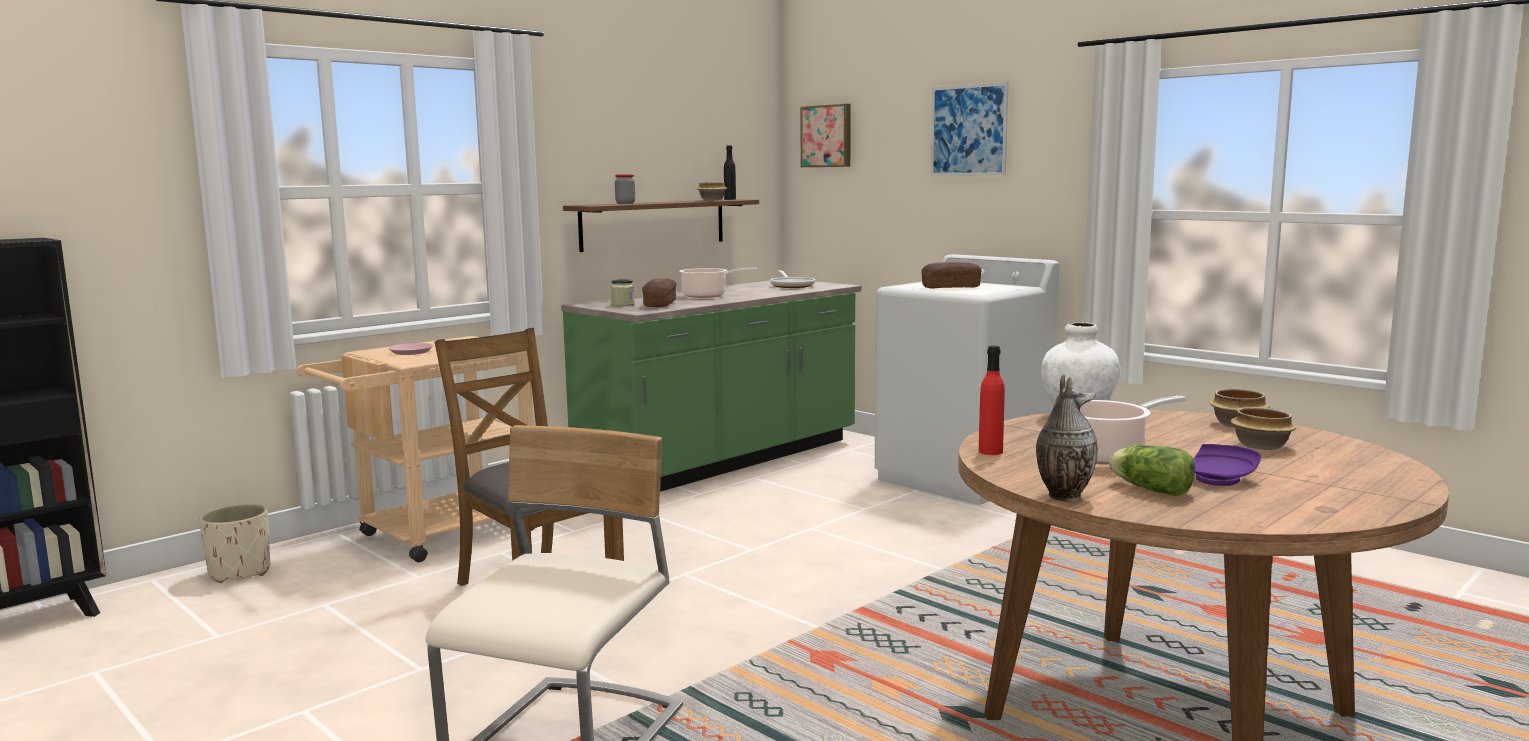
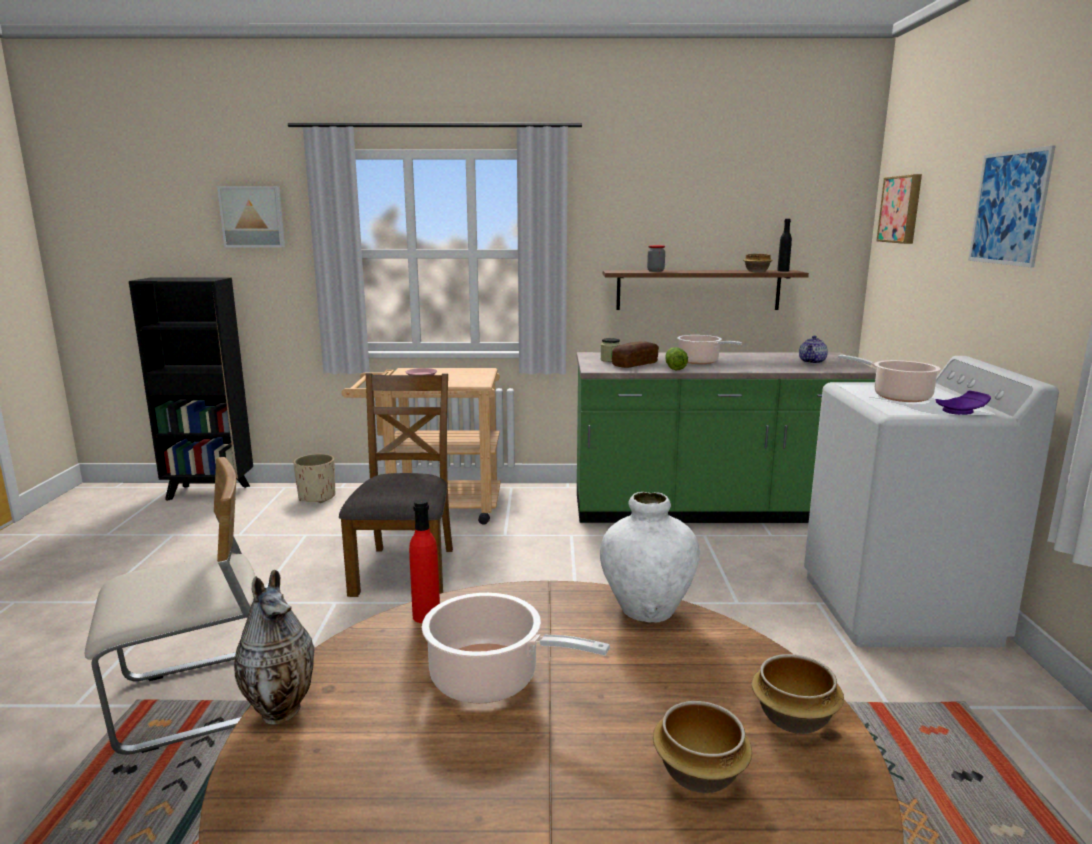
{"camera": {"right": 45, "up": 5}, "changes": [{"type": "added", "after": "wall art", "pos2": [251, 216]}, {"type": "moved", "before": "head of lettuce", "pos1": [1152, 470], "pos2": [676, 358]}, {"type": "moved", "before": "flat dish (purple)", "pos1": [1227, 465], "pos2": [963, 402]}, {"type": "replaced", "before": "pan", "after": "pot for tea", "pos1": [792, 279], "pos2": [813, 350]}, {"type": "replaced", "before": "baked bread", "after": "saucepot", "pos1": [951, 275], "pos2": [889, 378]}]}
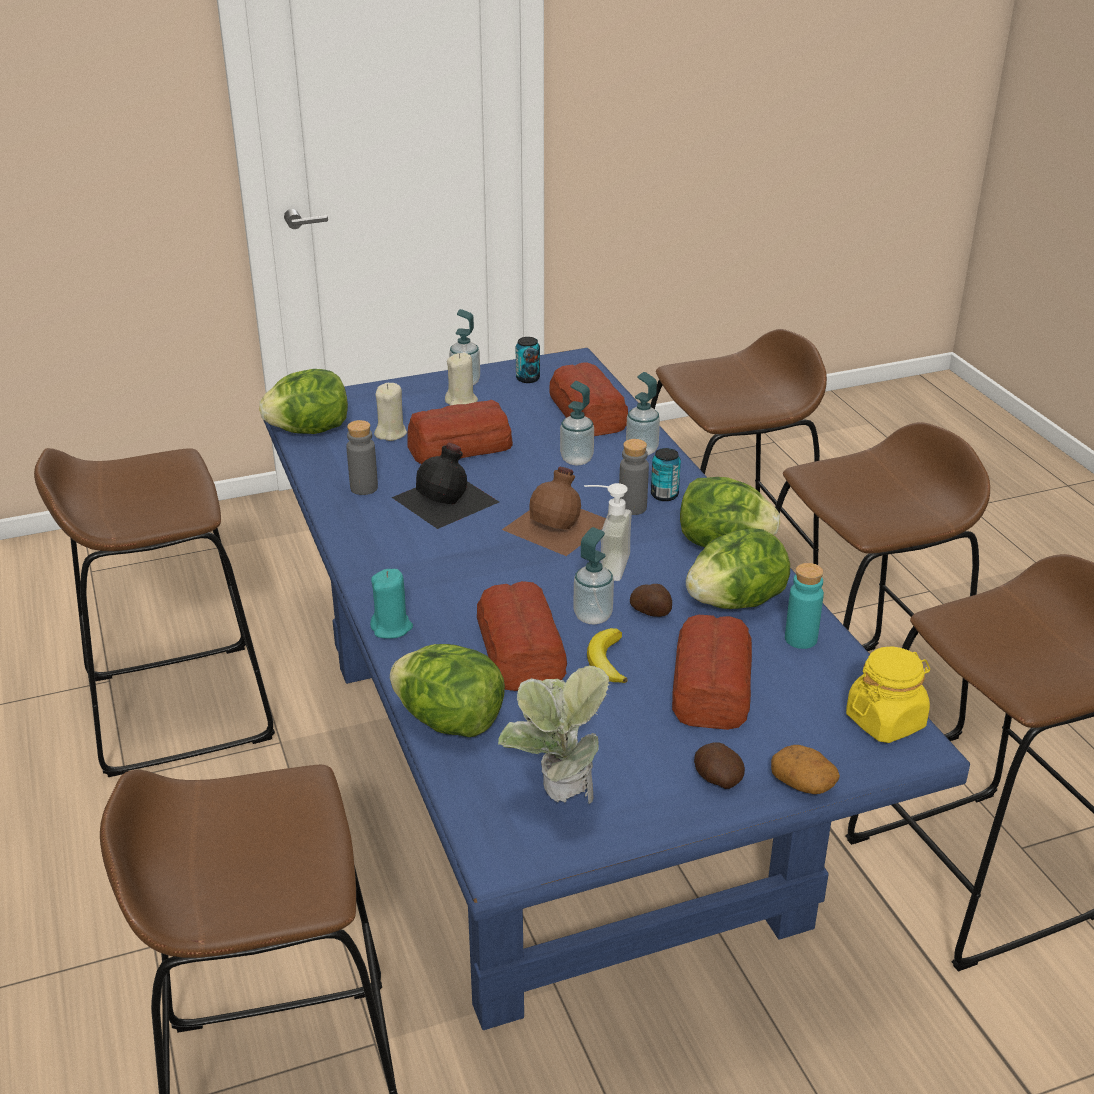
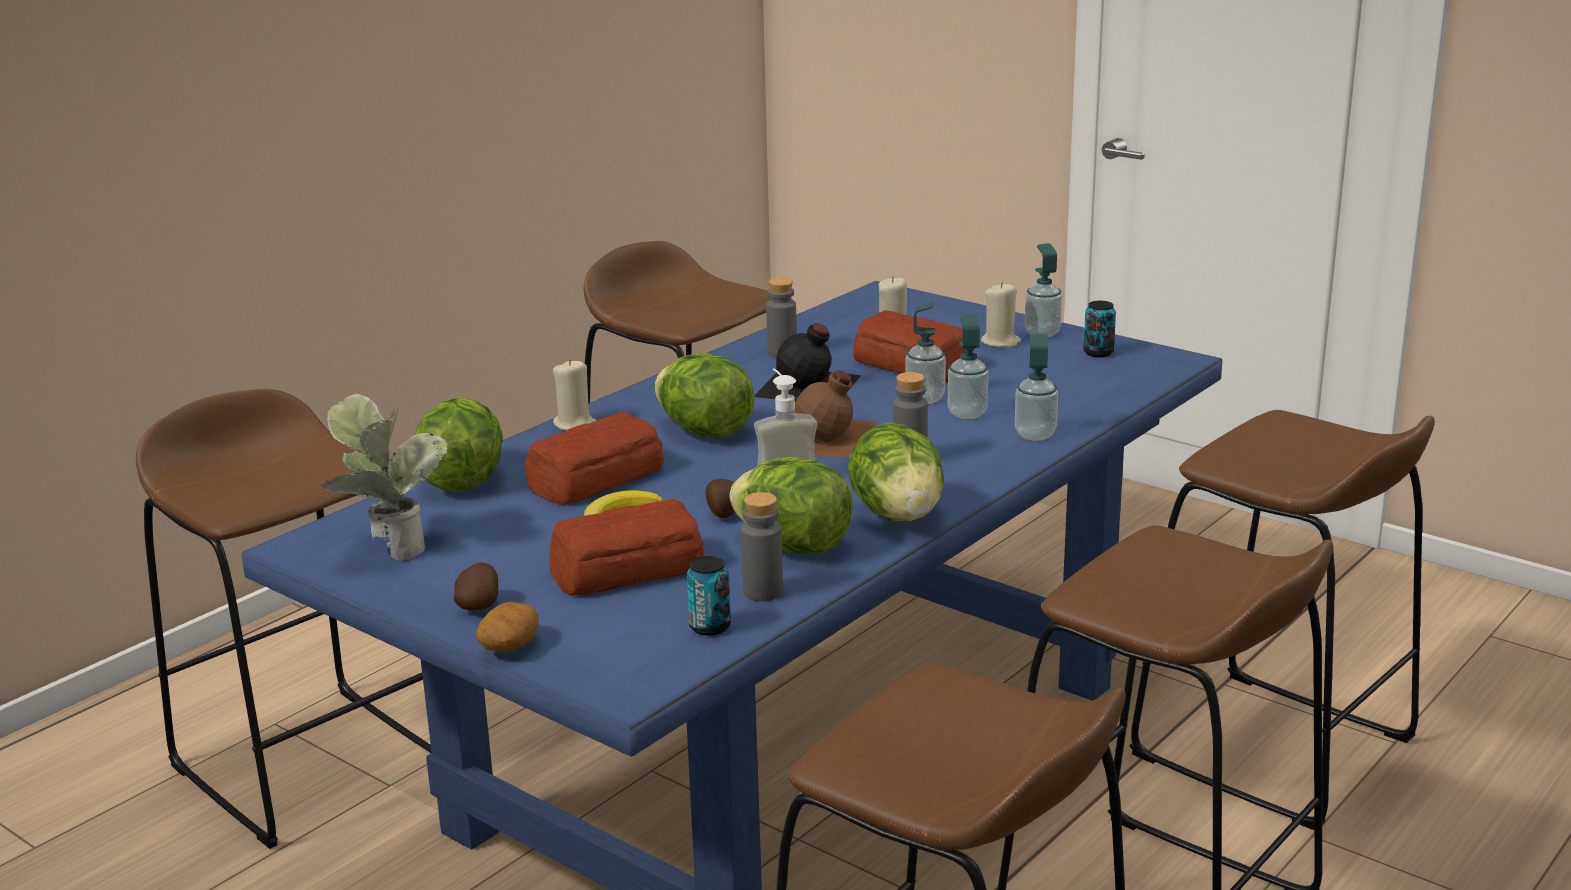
{"camera": {"right": 60, "up": -10}, "changes": [{"type": "removed", "before": "baked bread", "pos1": [588, 399]}, {"type": "removed", "before": "jar (yellowish)", "pos1": [888, 695]}, {"type": "moved", "before": "head of lettuce", "pos1": [303, 401], "pos2": [705, 395]}, {"type": "moved", "before": "liquid soap bottle", "pos1": [593, 576], "pos2": [926, 353]}, {"type": "moved", "before": "metal can", "pos1": [666, 474], "pos2": [709, 595]}, {"type": "recoloured", "before": "wax candle (blue-green)", "after": "wax candle (beige)", "pos1": [391, 604], "pos2": [575, 395]}, {"type": "recoloured", "before": "beverage bottle (blue-green)", "after": "beverage bottle (gray)", "pos1": [804, 606], "pos2": [762, 546]}]}
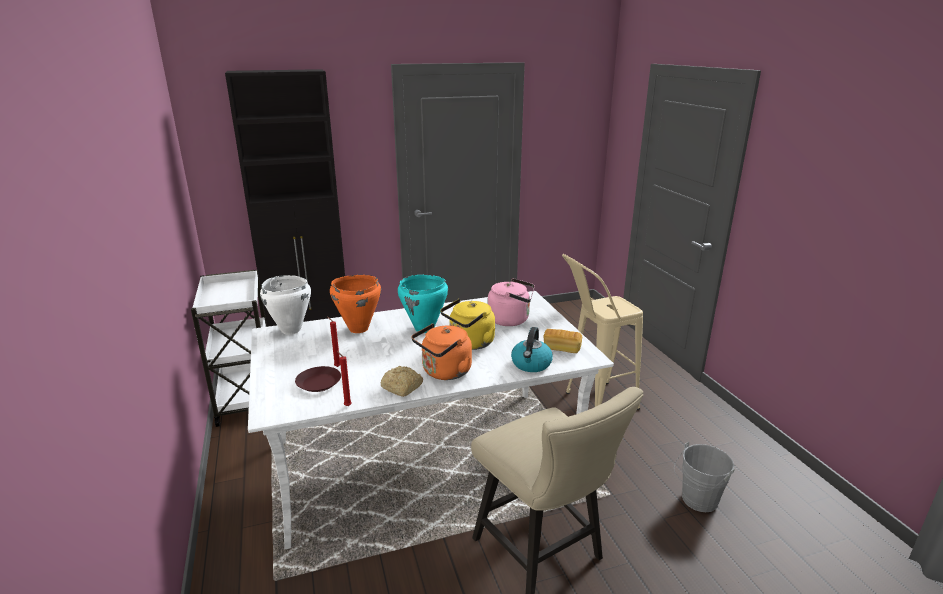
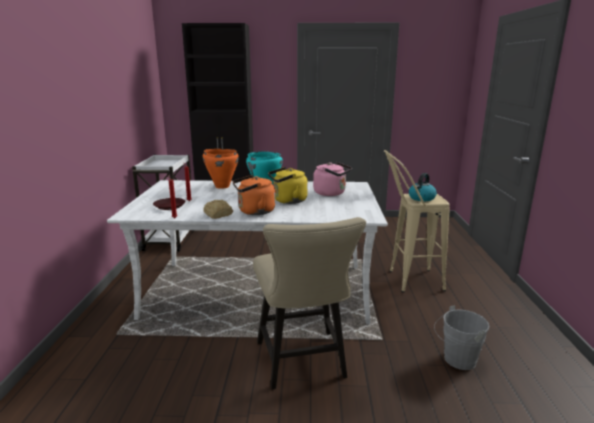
{"camera": {"right": 20, "up": -5}, "changes": [{"type": "removed", "before": "saucepot (white)", "pos1": [285, 305]}, {"type": "removed", "before": "baked bread", "pos1": [562, 341]}, {"type": "moved", "before": "tea kettle", "pos1": [532, 349], "pos2": [423, 187]}]}
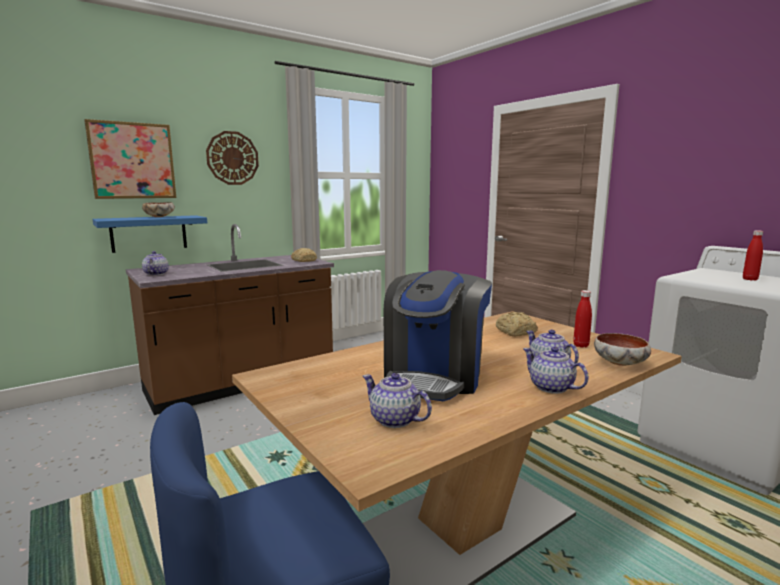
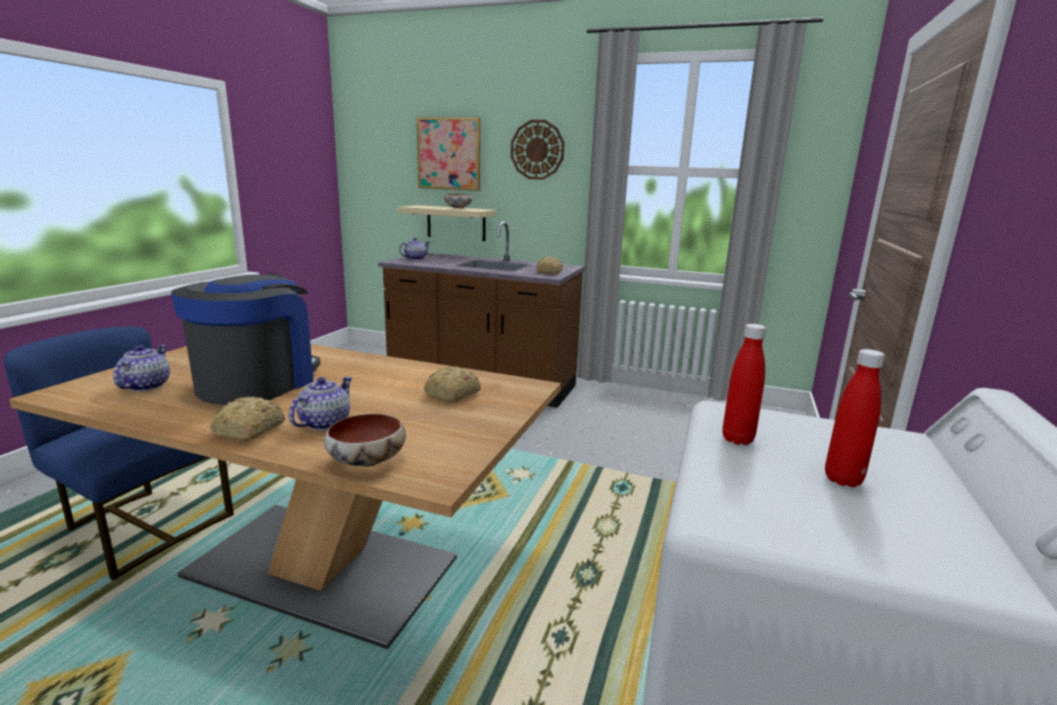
{"camera": {"right": 55, "up": 5}, "changes": [{"type": "moved", "before": "beverage bottle (red)", "pos1": [582, 319], "pos2": [744, 384]}, {"type": "replaced", "before": "pot for tea", "after": "baked bread", "pos1": [556, 370], "pos2": [247, 419]}, {"type": "recoloured", "before": "shelf (bluish)", "after": "shelf (beige)", "pos1": [150, 234], "pos2": [446, 223]}, {"type": "turned", "before": "coffee machine", "pos1": [437, 335], "pos2": [245, 339], "turn": 120}]}
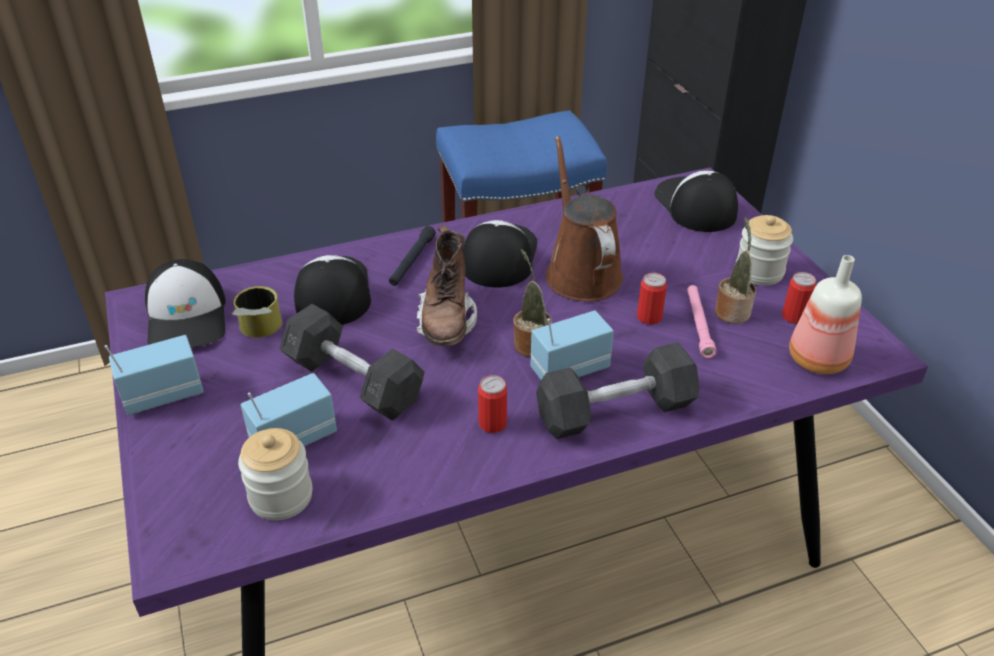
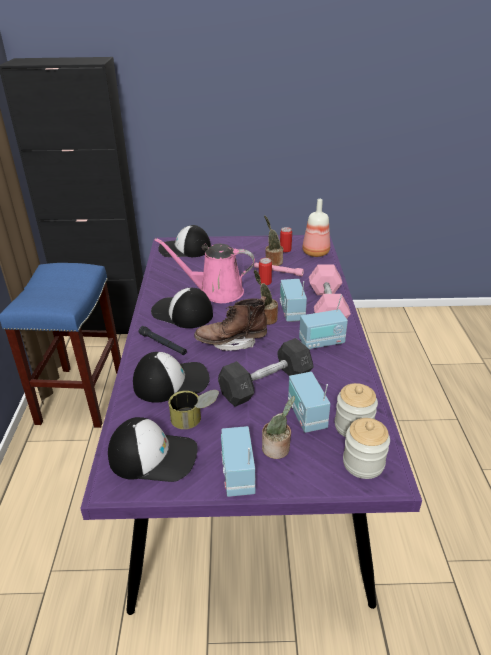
{"camera": {"right": -70, "up": -5}, "changes": [{"type": "added", "after": "plant in a pot", "pos2": [278, 427]}, {"type": "moved", "before": "jar", "pos1": [764, 250], "pos2": [366, 448]}, {"type": "replaced", "before": "metal can", "after": "radio receiver", "pos1": [492, 404], "pos2": [323, 322]}, {"type": "recoloured", "before": "dumbbell (gray)", "after": "dumbbell (pinkish)", "pos1": [617, 391], "pos2": [330, 292]}, {"type": "recoloured", "before": "sprinkling can (brown-coloured)", "after": "sprinkling can (pinkish)", "pos1": [584, 219], "pos2": [204, 270]}, {"type": "turned", "before": "peaked cap", "pos1": [332, 290], "pos2": [171, 377], "turn": 150}, {"type": "turned", "before": "tall boot (brown-coloured)", "pos1": [446, 285], "pos2": [230, 323], "turn": 150}]}
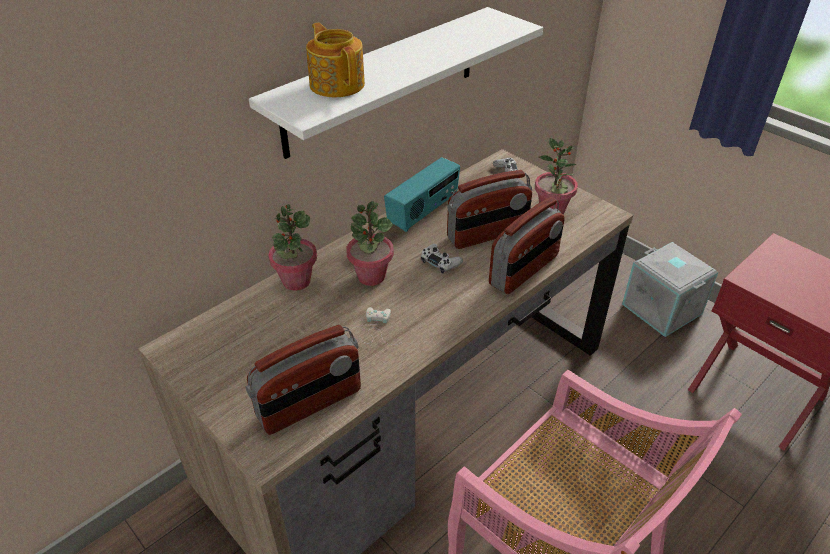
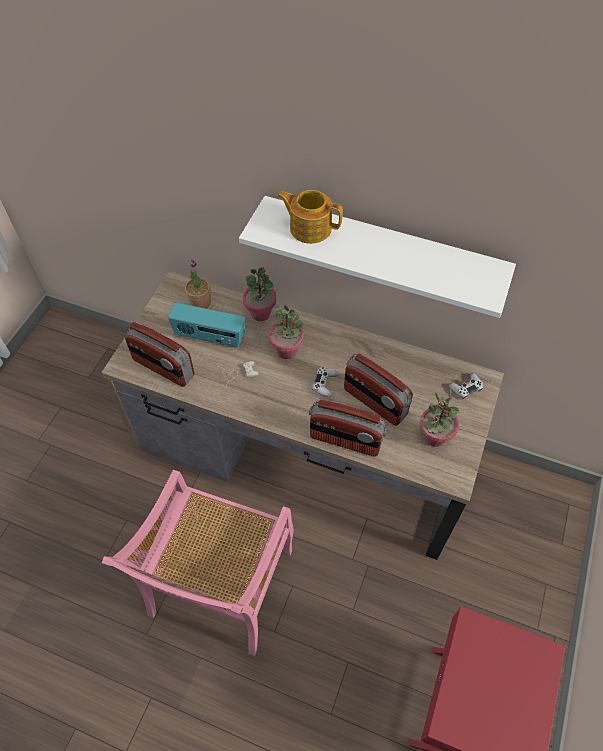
{"camera": {"right": 65, "up": 15}, "changes": [{"type": "removed", "before": "storage bin (gray)", "pos1": [670, 289]}, {"type": "added", "after": "plant in a pot", "pos2": [198, 284]}, {"type": "moved", "before": "radio receiver", "pos1": [422, 194], "pos2": [206, 325]}, {"type": "turned", "before": "pot for tea", "pos1": [335, 60], "pos2": [310, 217], "turn": -105}]}
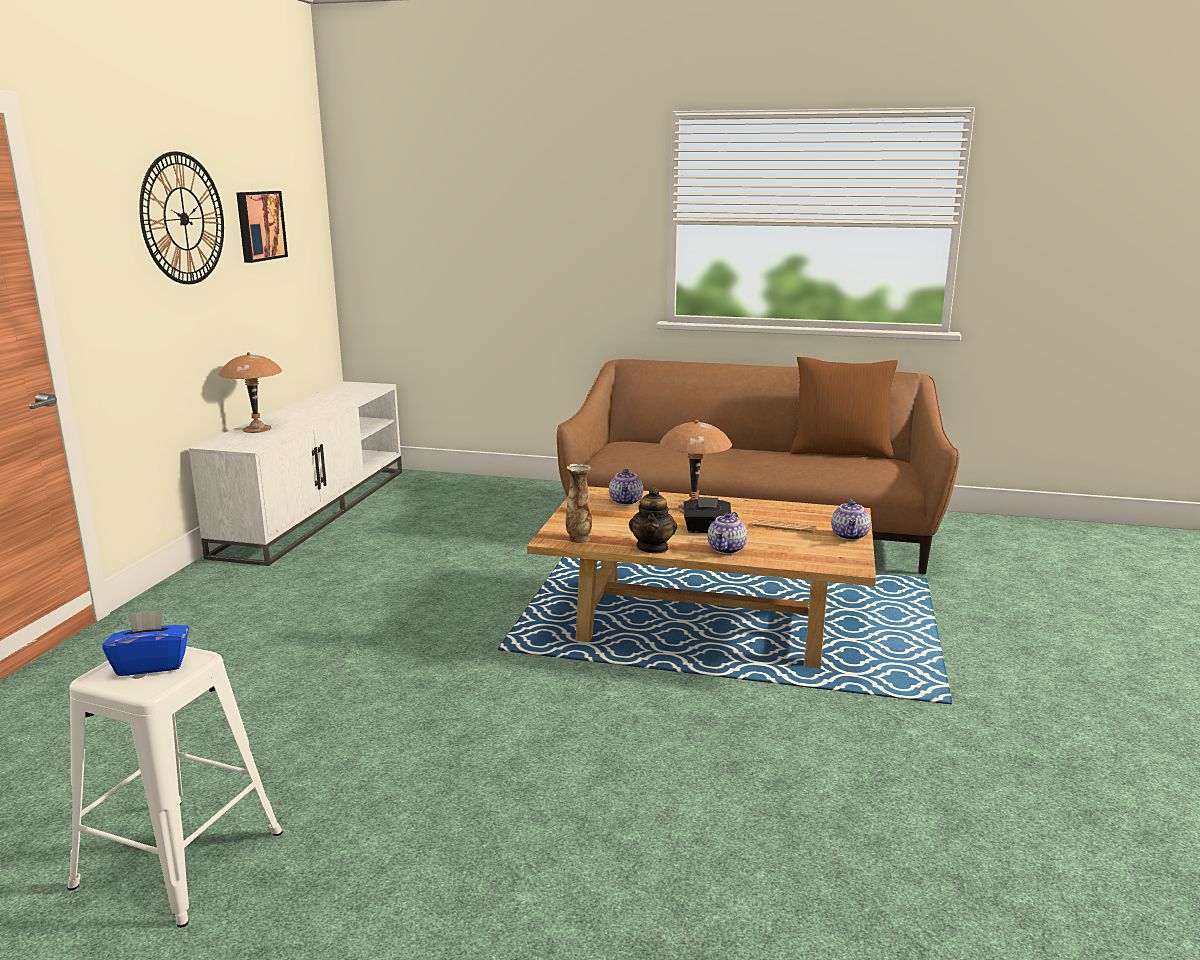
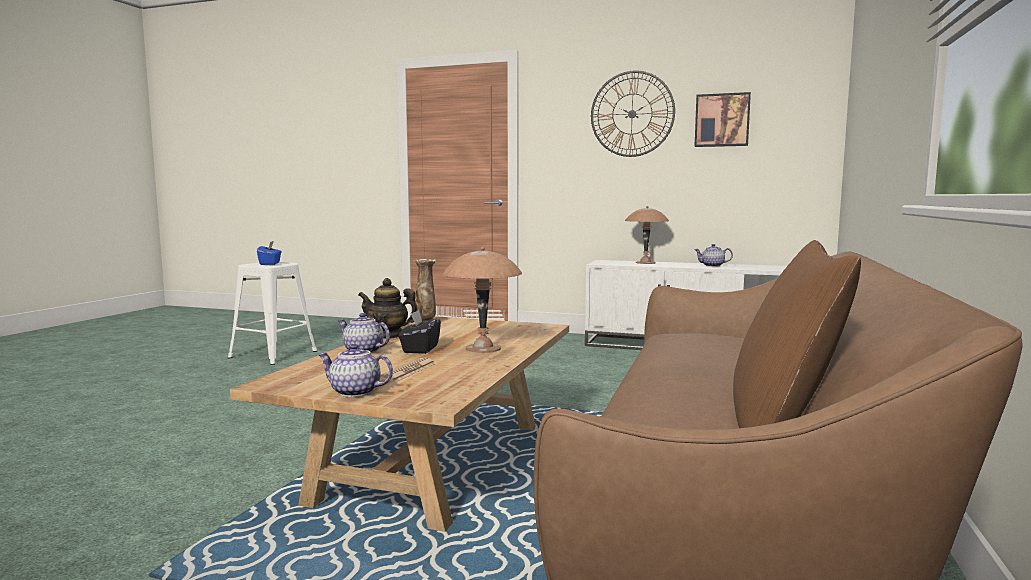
{"camera": {"right": 95, "up": -10}, "changes": [{"type": "moved", "before": "pot for tea", "pos1": [626, 487], "pos2": [714, 255]}]}
